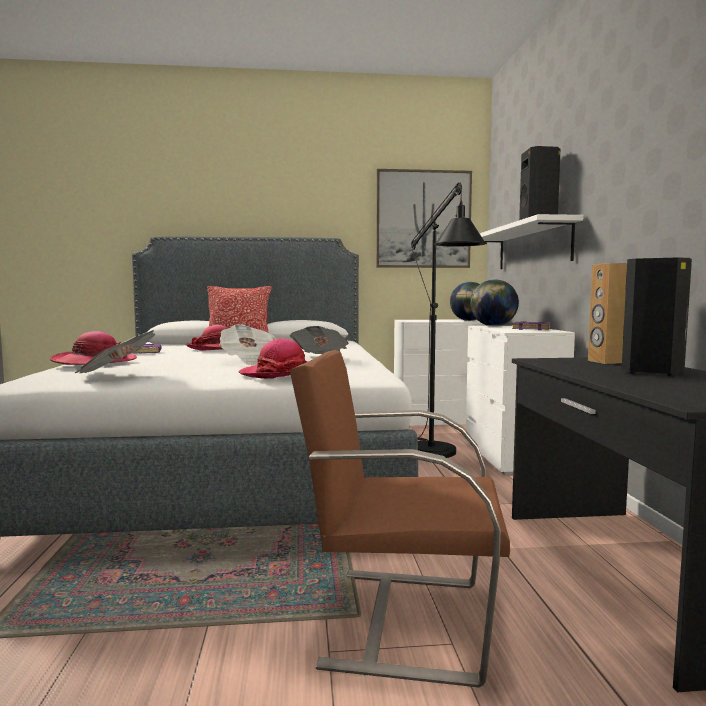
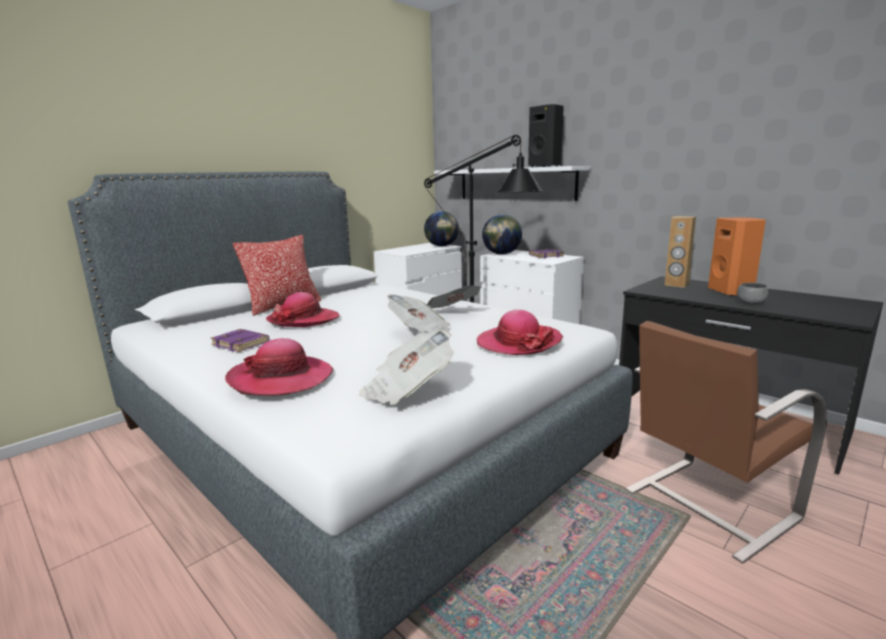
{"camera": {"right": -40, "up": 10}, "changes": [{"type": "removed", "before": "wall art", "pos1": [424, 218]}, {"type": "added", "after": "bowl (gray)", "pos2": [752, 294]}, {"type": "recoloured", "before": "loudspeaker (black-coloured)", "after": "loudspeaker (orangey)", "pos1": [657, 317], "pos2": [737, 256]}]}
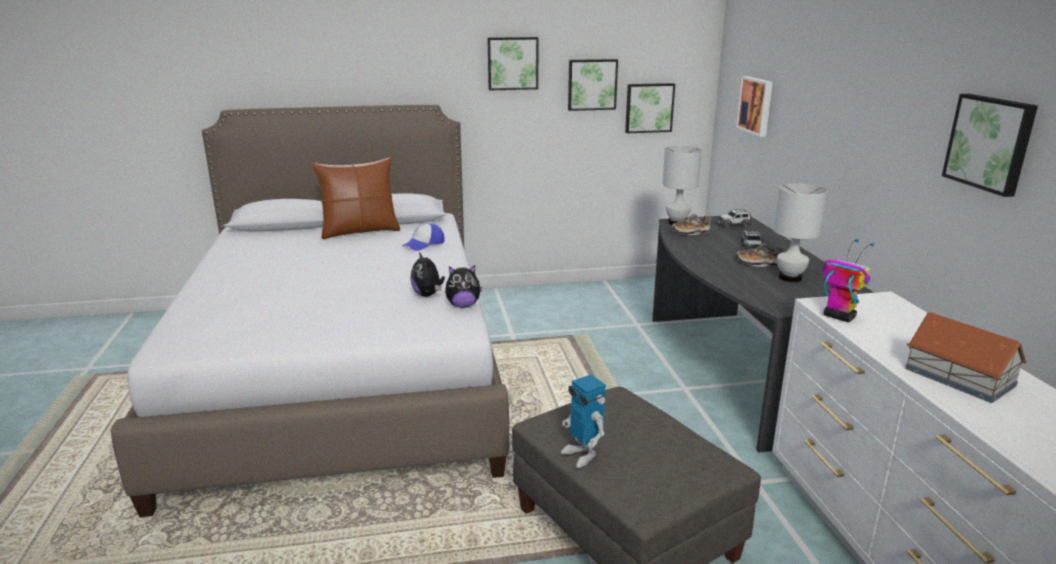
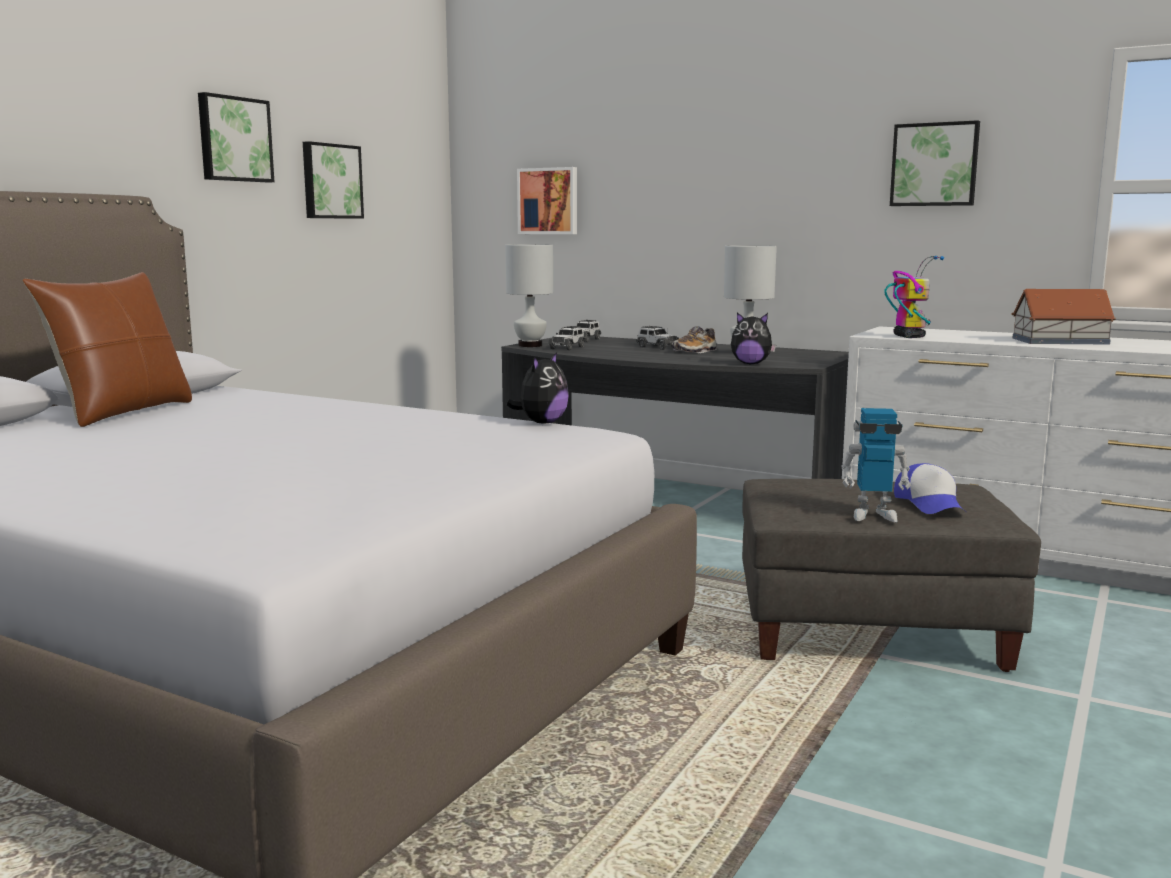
{"camera": {"right": -50, "up": -10}, "changes": [{"type": "removed", "before": "wall art", "pos1": [650, 108]}, {"type": "moved", "before": "peaked cap", "pos1": [424, 237], "pos2": [930, 488]}, {"type": "moved", "before": "soft toy", "pos1": [428, 274], "pos2": [753, 339]}, {"type": "replaced", "before": "item of footwear", "after": "miniature car", "pos1": [691, 224], "pos2": [566, 338]}, {"type": "turned", "before": "model robot", "pos1": [848, 280], "pos2": [914, 297], "turn": 90}]}
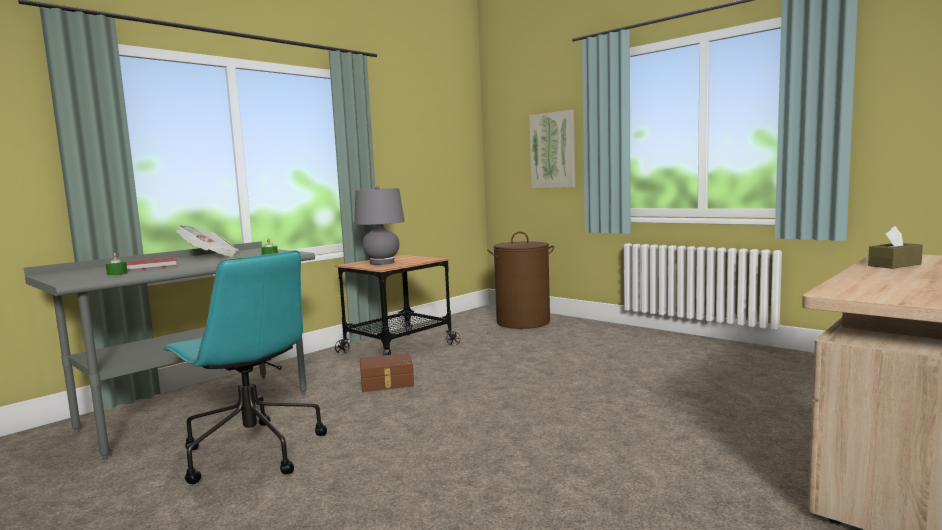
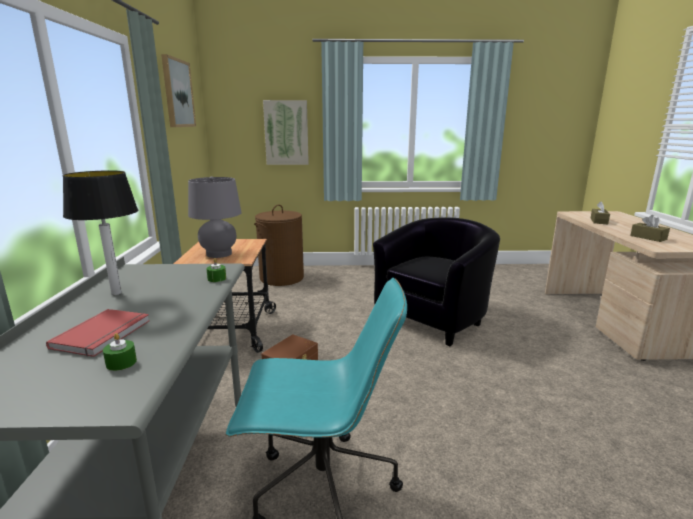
{"camera": {"right": -45, "up": 10}, "changes": [{"type": "added", "after": "wall art", "pos2": [178, 90]}, {"type": "added", "after": "lounge chair (black-coloured)", "pos2": [436, 281]}, {"type": "added", "after": "tissue box (brown-coloured)", "pos2": [650, 228]}, {"type": "replaced", "before": "daily paper", "after": "lamp for a table", "pos1": [207, 240], "pos2": [100, 232]}]}
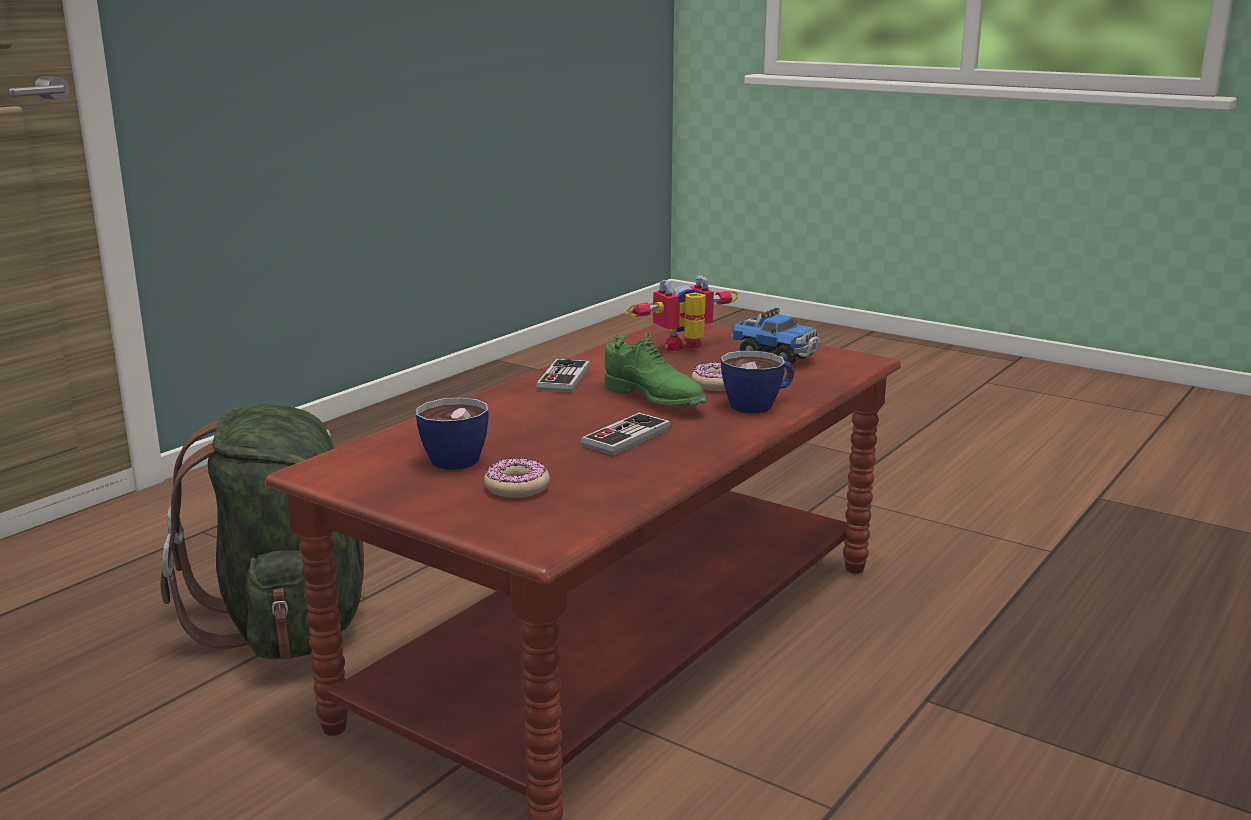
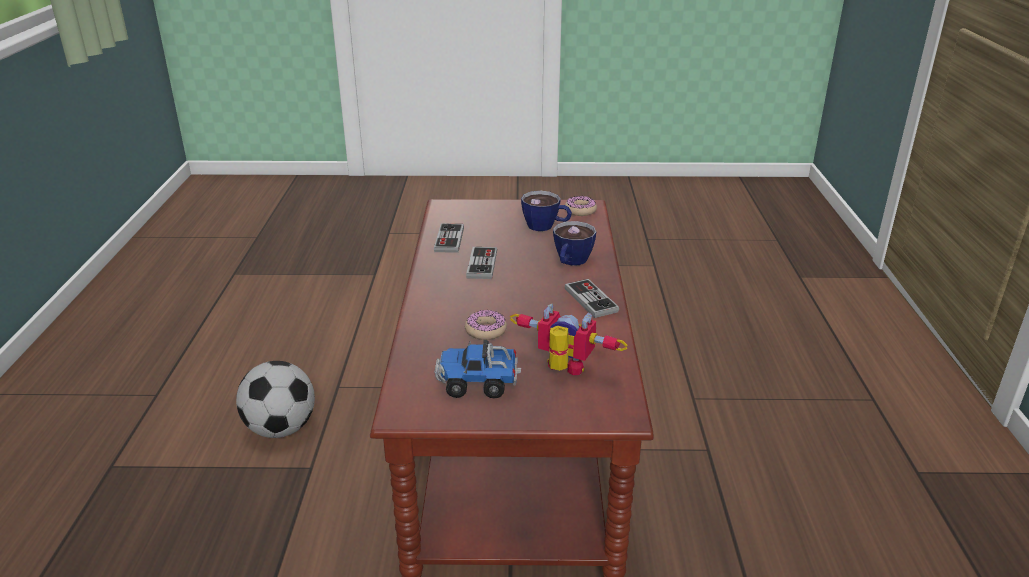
{"camera": {"right": 145, "up": 10}, "changes": [{"type": "removed", "before": "rucksack (green)", "pos1": [262, 532]}, {"type": "removed", "before": "item of footwear (green)", "pos1": [655, 369]}, {"type": "added", "after": "football ball", "pos2": [275, 399]}, {"type": "added", "after": "gamepad", "pos2": [449, 238]}, {"type": "moved", "before": "doughnut", "pos1": [517, 478], "pos2": [581, 206]}, {"type": "moved", "before": "small cup", "pos1": [757, 382], "pos2": [574, 243]}, {"type": "turned", "before": "model robot", "pos1": [682, 313], "pos2": [568, 339], "turn": -90}]}
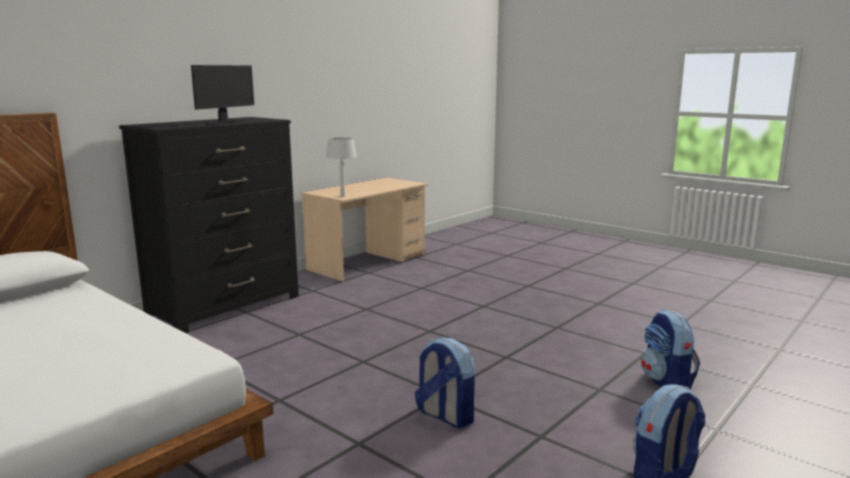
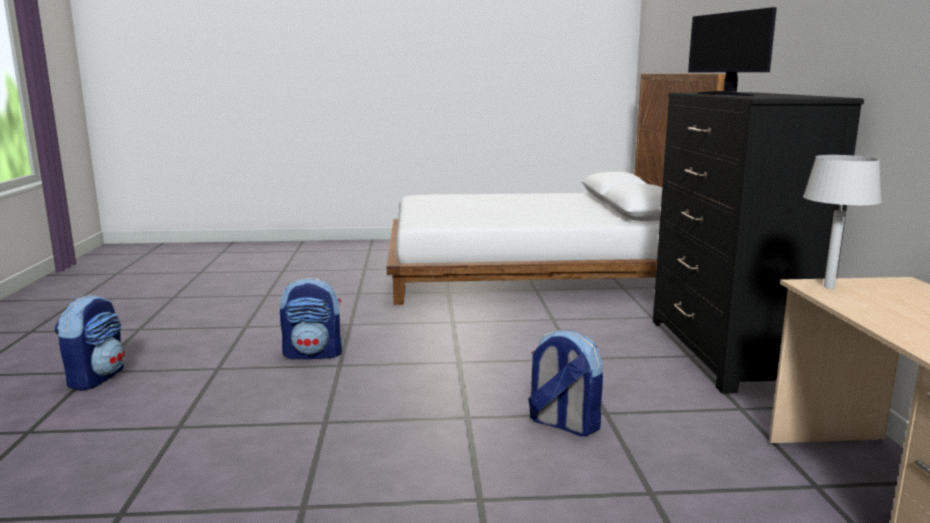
{"camera": {"right": 135, "up": 0}, "changes": [{"type": "moved", "before": "rucksack", "pos1": [670, 350], "pos2": [565, 383]}]}
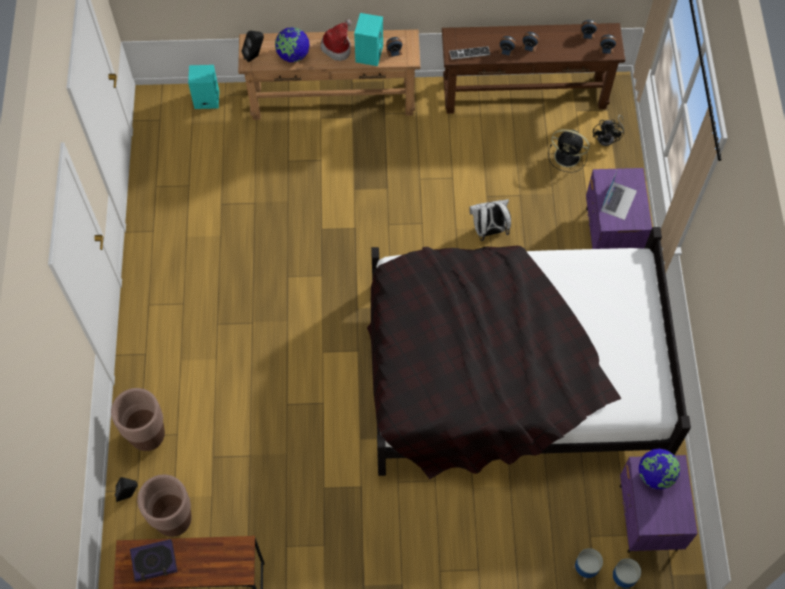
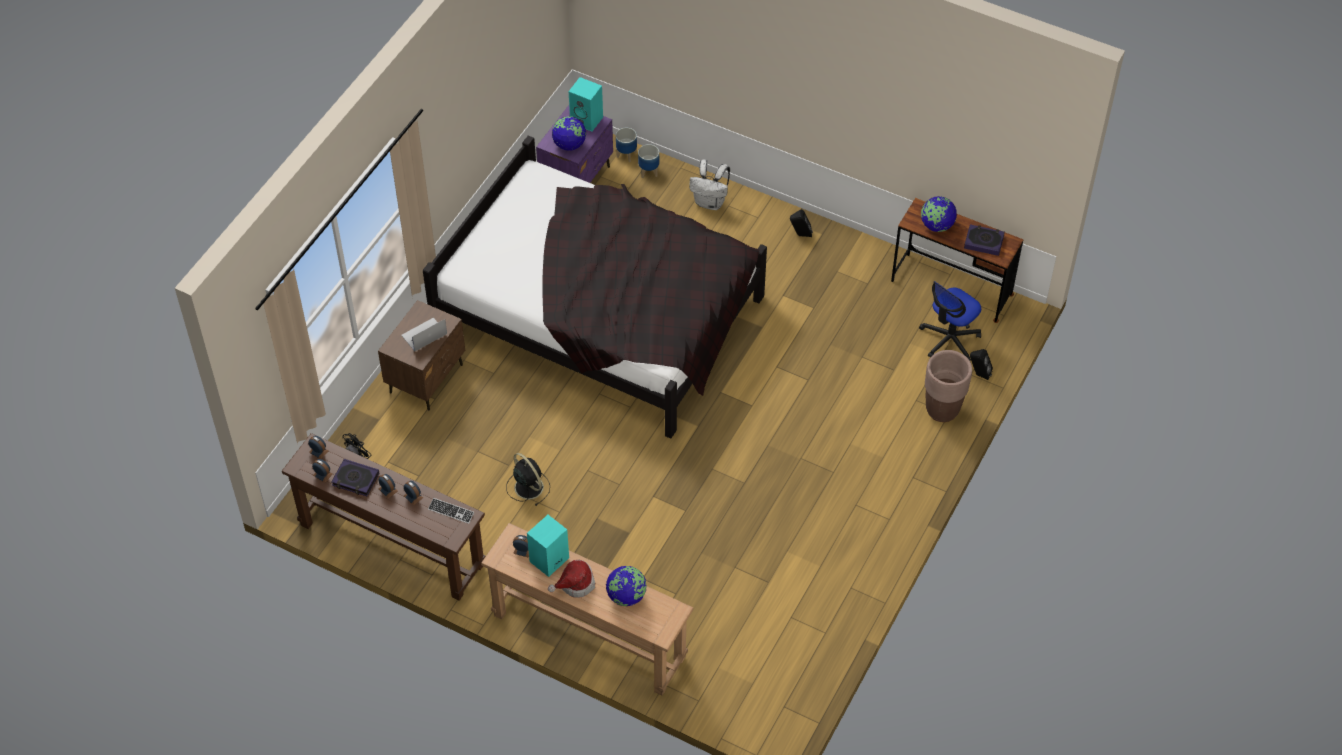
{"camera": {"right": -150, "up": -10}, "changes": [{"type": "added", "after": "volume", "pos2": [355, 477]}, {"type": "added", "after": "desk globe", "pos2": [939, 214]}, {"type": "moved", "before": "loudspeaker (blue-green)", "pos1": [203, 87], "pos2": [586, 104]}, {"type": "moved", "before": "loudspeaker (black-coloured)", "pos1": [252, 47], "pos2": [801, 223]}, {"type": "moved", "before": "rucksack (white)", "pos1": [490, 220], "pos2": [709, 184]}, {"type": "moved", "before": "fan (black-coloured)", "pos1": [569, 151], "pos2": [528, 479]}, {"type": "replaced", "before": "planter (brown-coloured)", "after": "computer chair", "pos1": [164, 505], "pos2": [950, 321]}, {"type": "recoloured", "before": "night table (purple)", "after": "night table (brown-coloured)", "pos1": [619, 208], "pos2": [421, 355]}]}
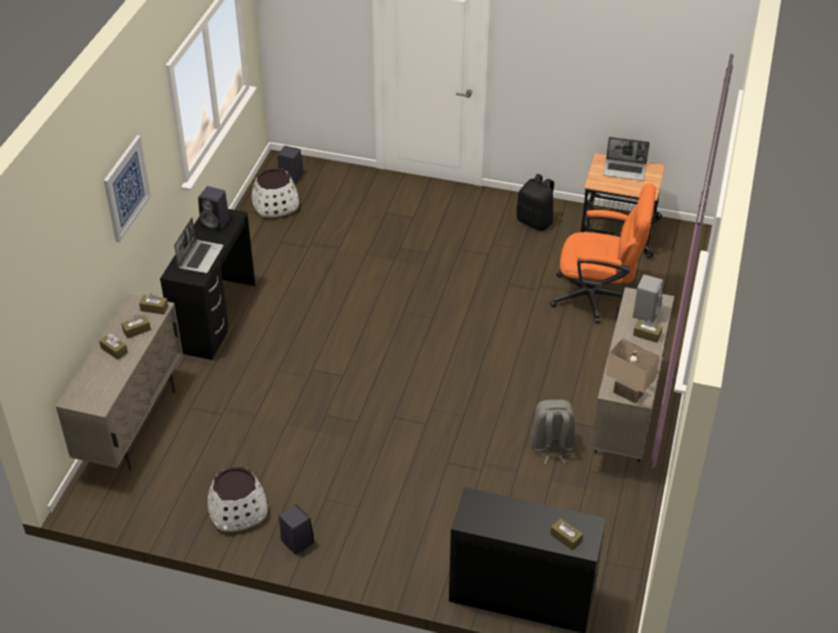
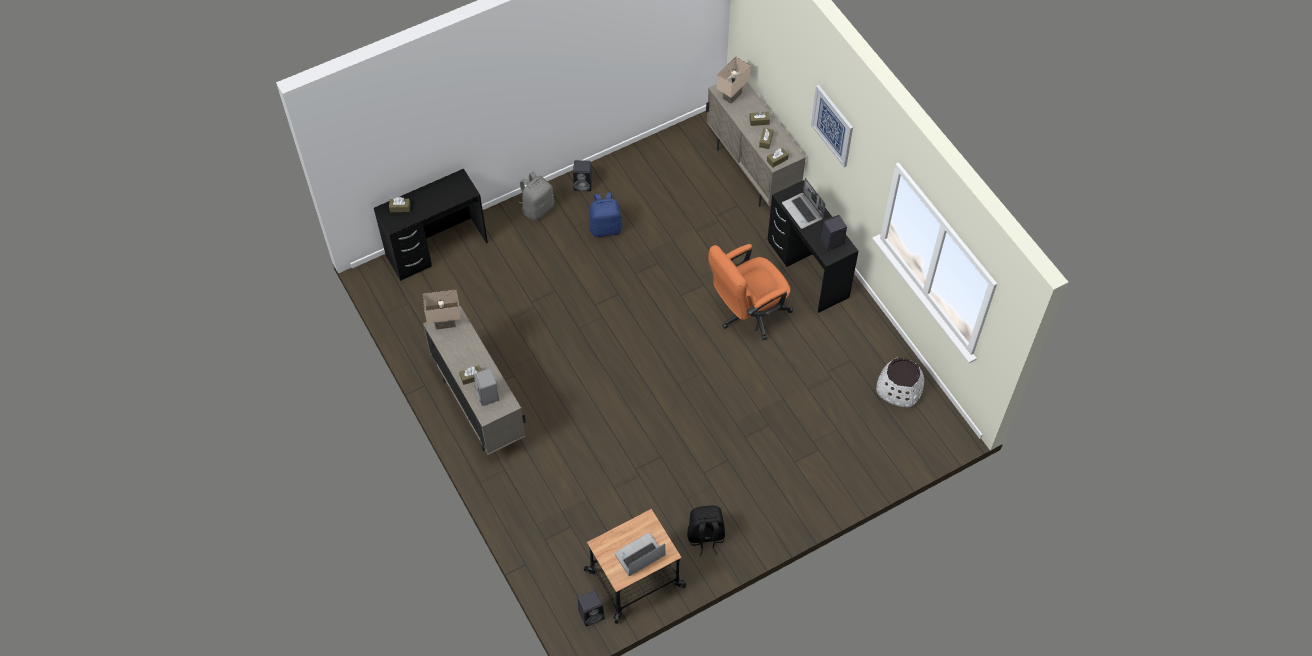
{"camera": {"right": 135, "up": 15}, "changes": [{"type": "removed", "before": "planter (white)", "pos1": [238, 499]}, {"type": "added", "after": "rucksack (bluish)", "pos2": [606, 214]}, {"type": "added", "after": "lamp for a table (beige)", "pos2": [733, 80]}, {"type": "moved", "before": "loudspeaker (black-coloured)", "pos1": [290, 165], "pos2": [591, 608]}, {"type": "moved", "before": "rucksack (gray)", "pos1": [552, 432], "pos2": [536, 196]}, {"type": "moved", "before": "computer chair (orangey)", "pos1": [603, 253], "pos2": [750, 292]}]}
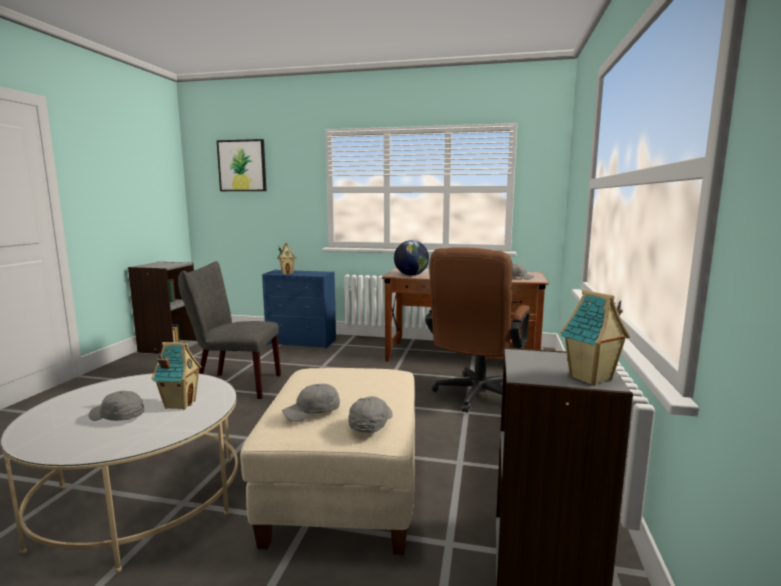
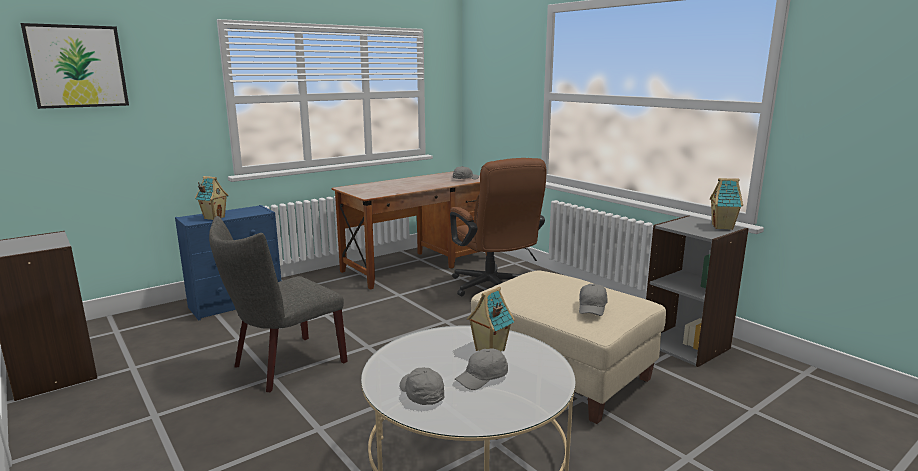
{"camera": {"right": -50, "up": 5}, "changes": [{"type": "removed", "before": "desk globe", "pos1": [411, 258]}, {"type": "moved", "before": "peaked cap (gray)", "pos1": [370, 414], "pos2": [422, 386]}]}
